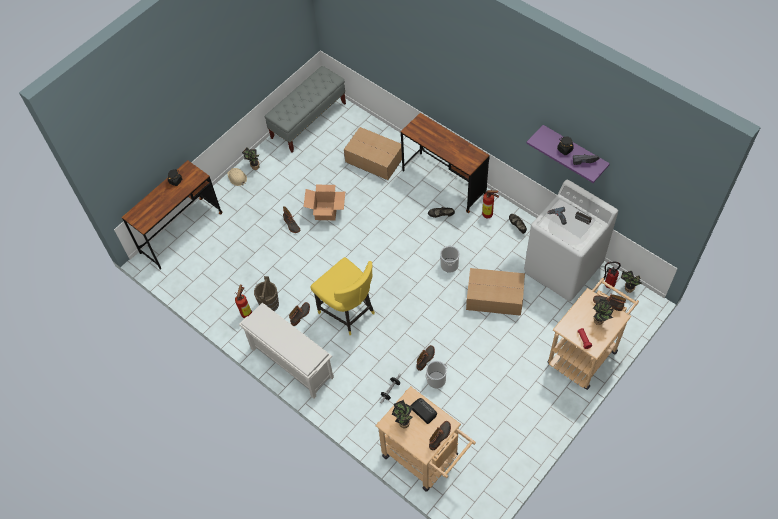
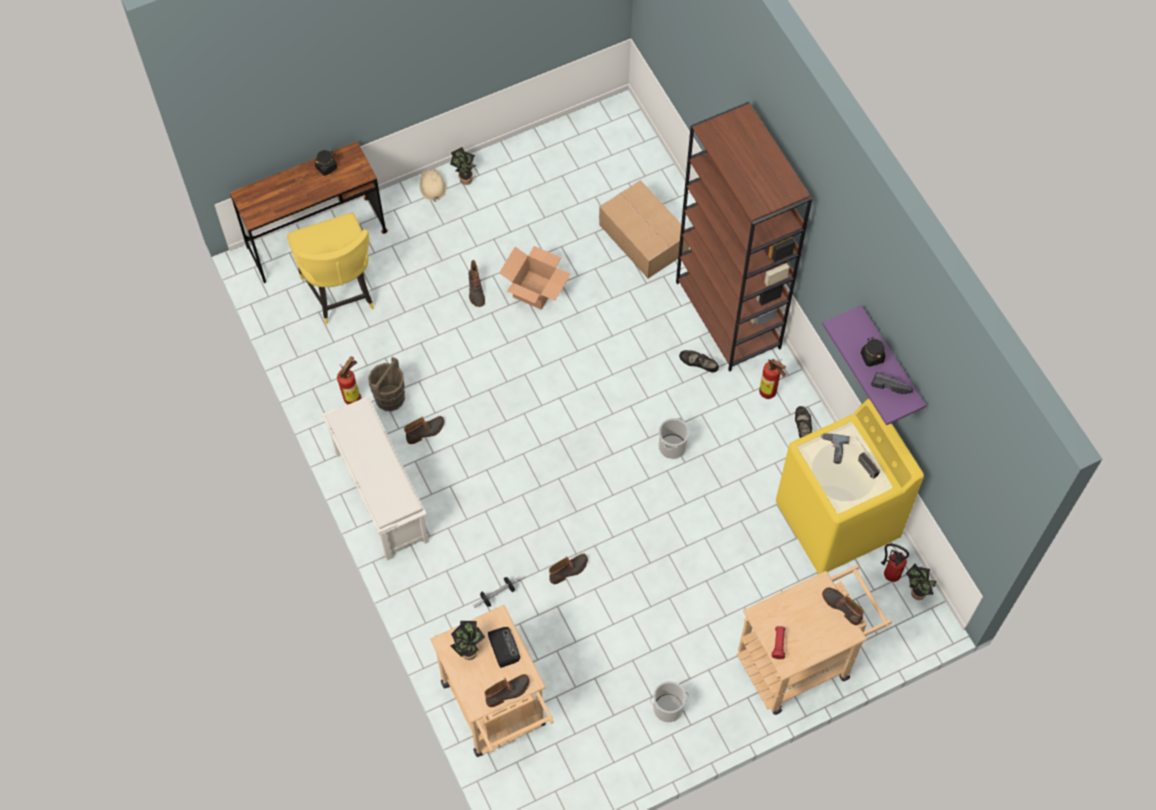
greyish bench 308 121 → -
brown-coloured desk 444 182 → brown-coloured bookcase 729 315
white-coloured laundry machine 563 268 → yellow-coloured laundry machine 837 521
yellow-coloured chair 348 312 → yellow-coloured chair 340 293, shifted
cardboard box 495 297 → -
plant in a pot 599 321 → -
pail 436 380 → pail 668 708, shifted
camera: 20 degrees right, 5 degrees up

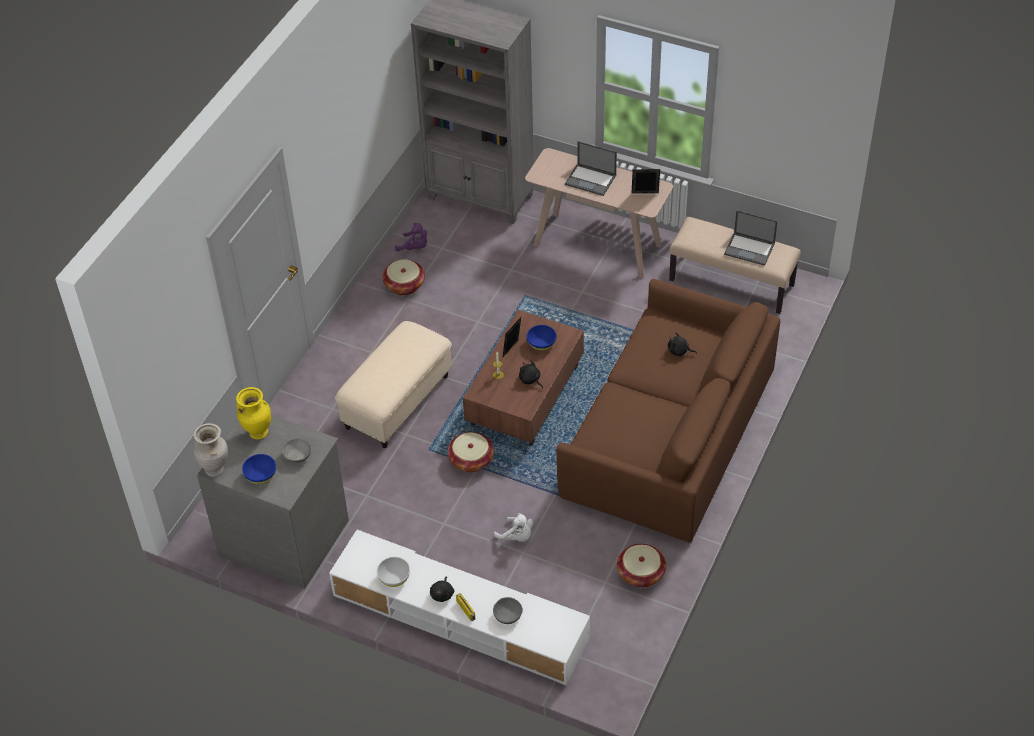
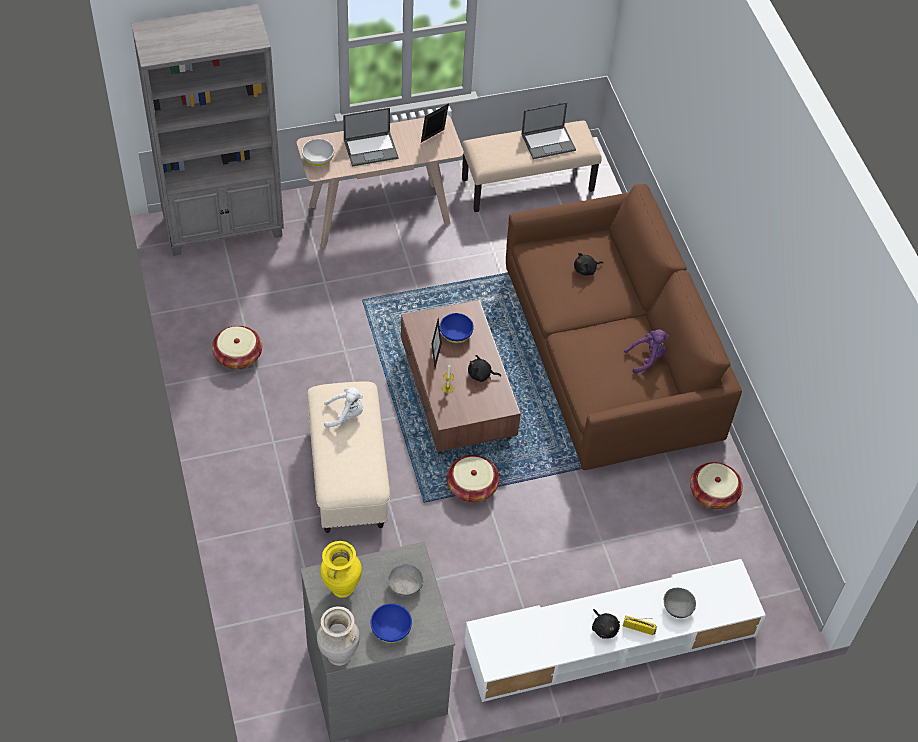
purplish soft toy 415 247 → purplish soft toy 647 358, shifted
white-coloured soft toy 517 536 → white-coloured soft toy 345 415, shifted
white-coloured bowl 394 578 → white-coloured bowl 318 159, shifted
camera: 45 degrees left, 5 degrees up

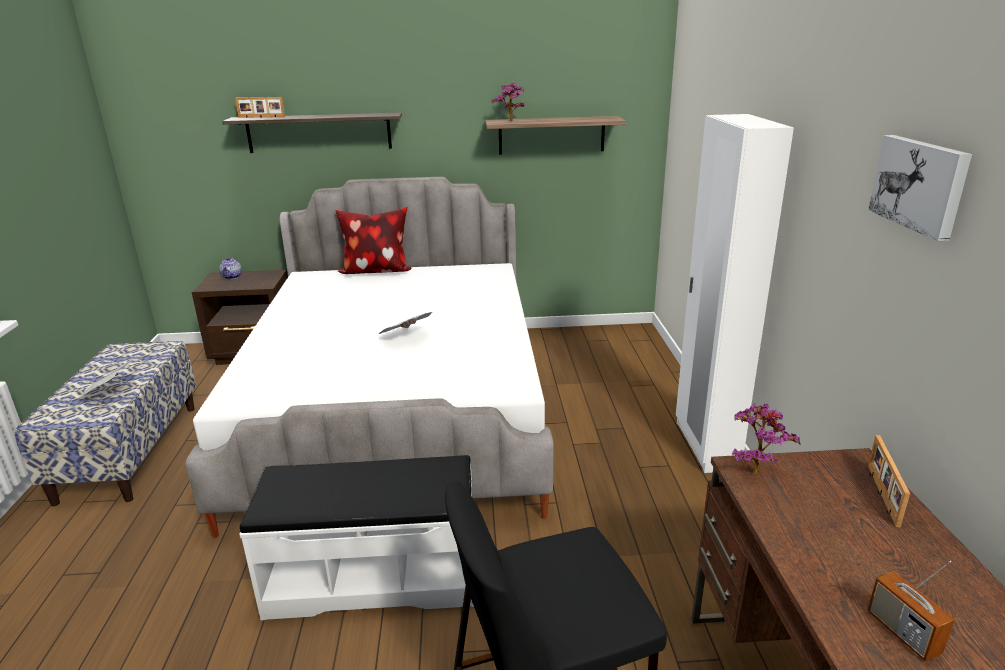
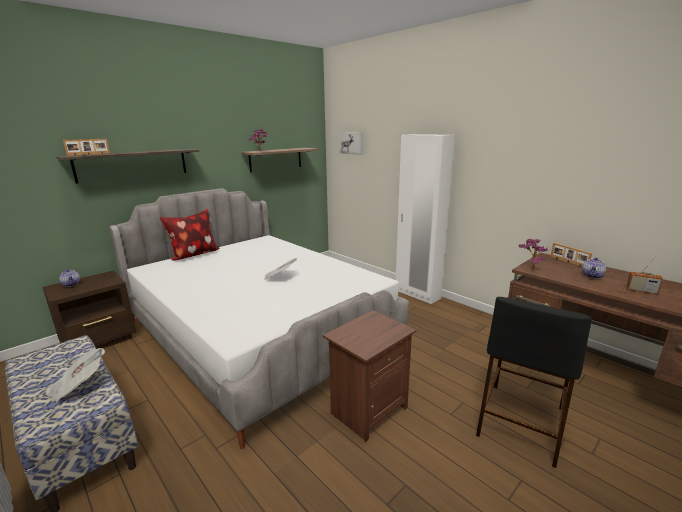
wall art 920 184 → wall art 352 143, shifted
white-coloured bench 374 577 → brown-coloured bedside table 368 410
- → tea pot 592 276
camera: 40 degrees left, 5 degrees down

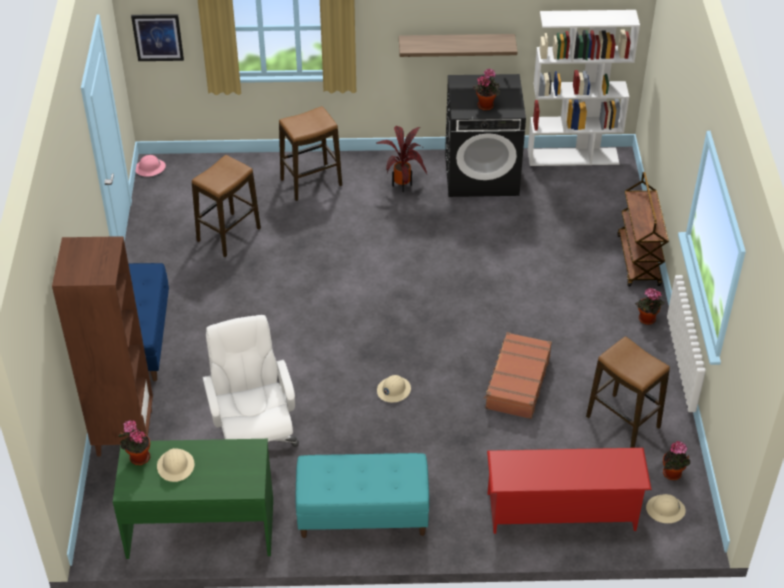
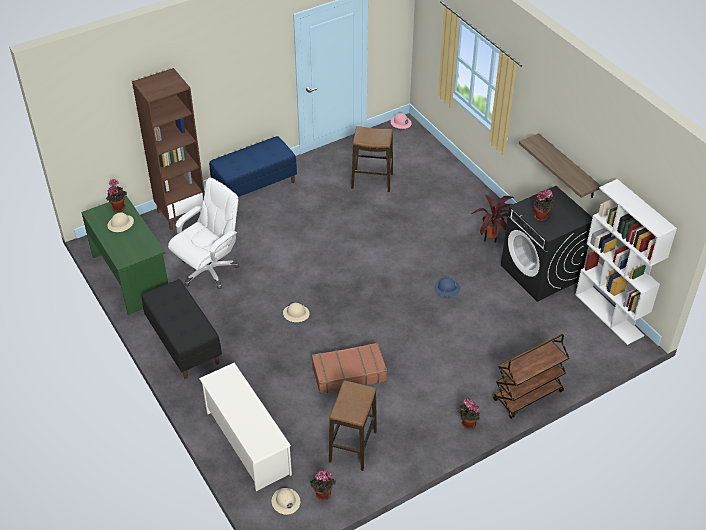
wall art 158 37 → -
sitting stool 311 182 → -
red shoe rack 561 512 → white-coloured shoe rack 247 442
blue-green bench 362 515 → black-coloured bench 183 342
- → blue-coloured hard hat 447 289
camera: 60 degrees right, 0 degrees up

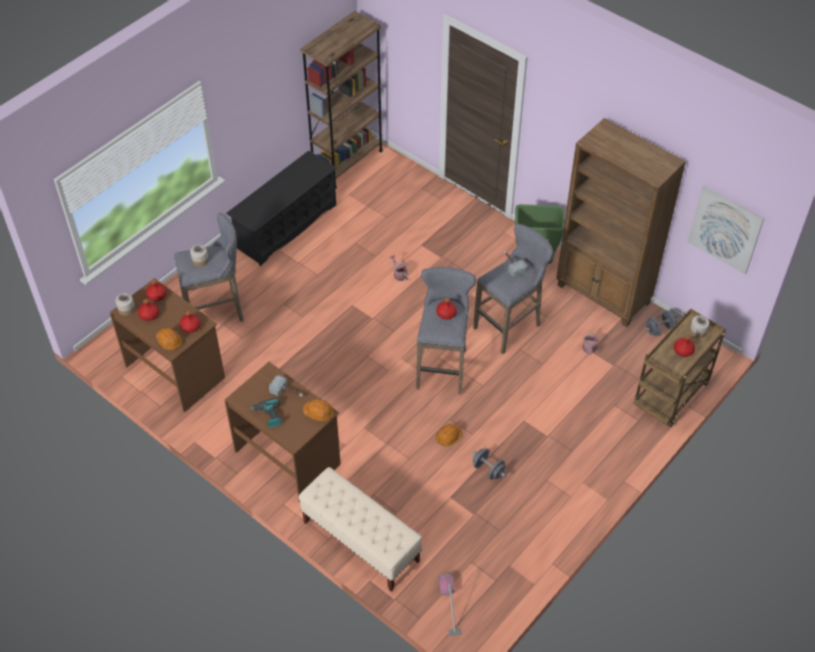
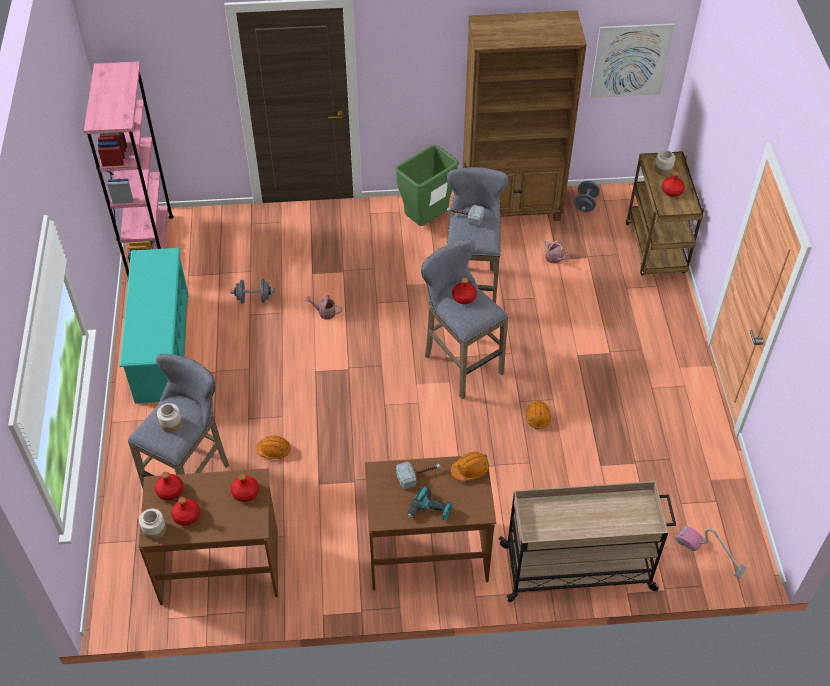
brown-coloured bookcase 347 162 → pink bookcase 151 248
black-coloured shoe rack 286 226 → blue-green shoe rack 162 347
orange hard hat 169 341 → orange hard hat 274 450, shifted
greyish hand weight 488 470 → greyish hand weight 253 299, shifted
sand-coloured bench 360 542 → sand-coloured cart 579 568
camera: 45 degrees left, 0 degrees up

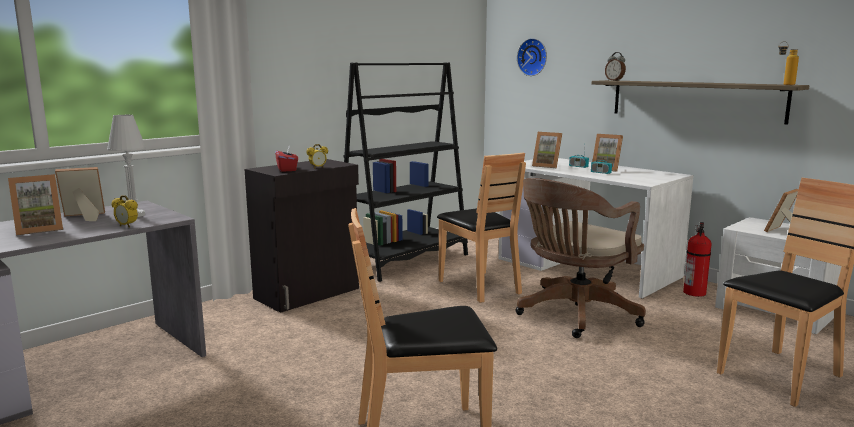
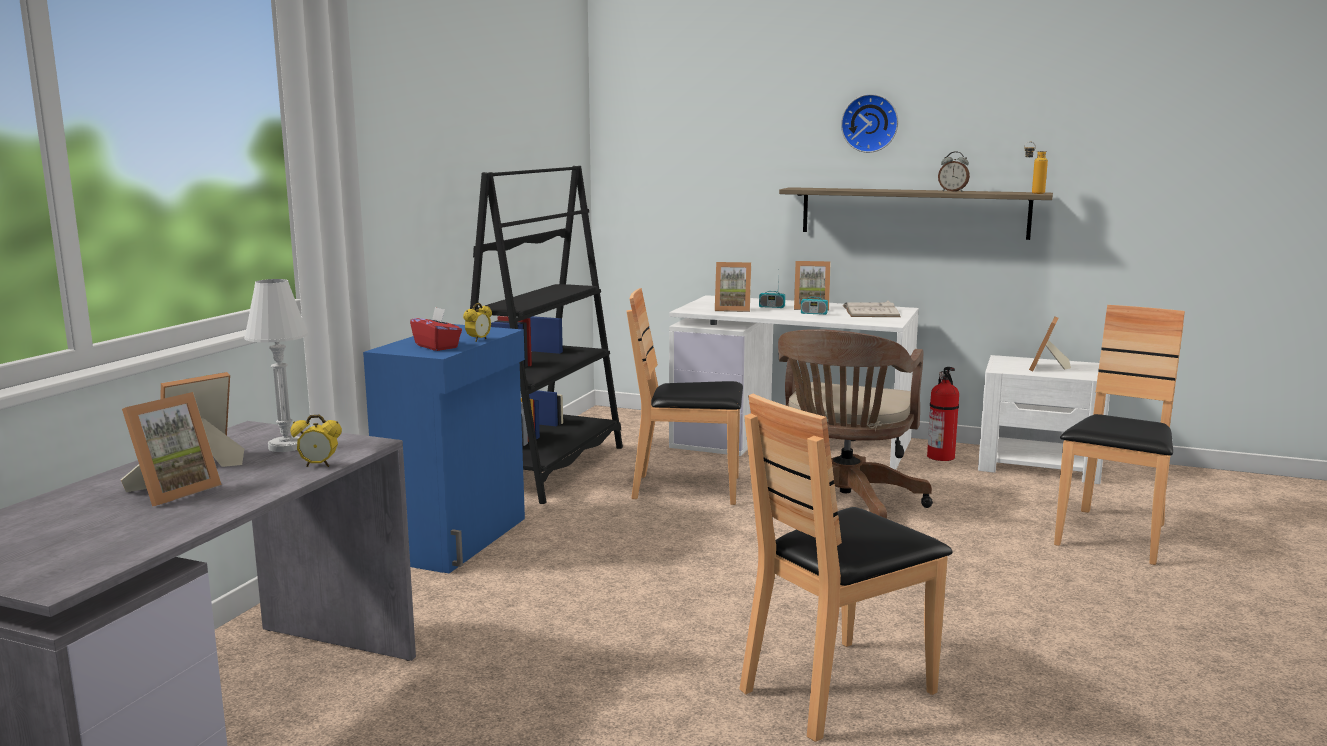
wall clock 533 57 → wall clock 870 123, shifted
alarm clock 614 80 → alarm clock 953 191, shifted
brown-coloured chair 479 286 → brown-coloured chair 688 489, 150 degrees clockwise
black-coloured cabinet 308 293 → blue-coloured cabinet 458 539
- → white-coloured volume 870 311
camera: 25 degrees left, 0 degrees up

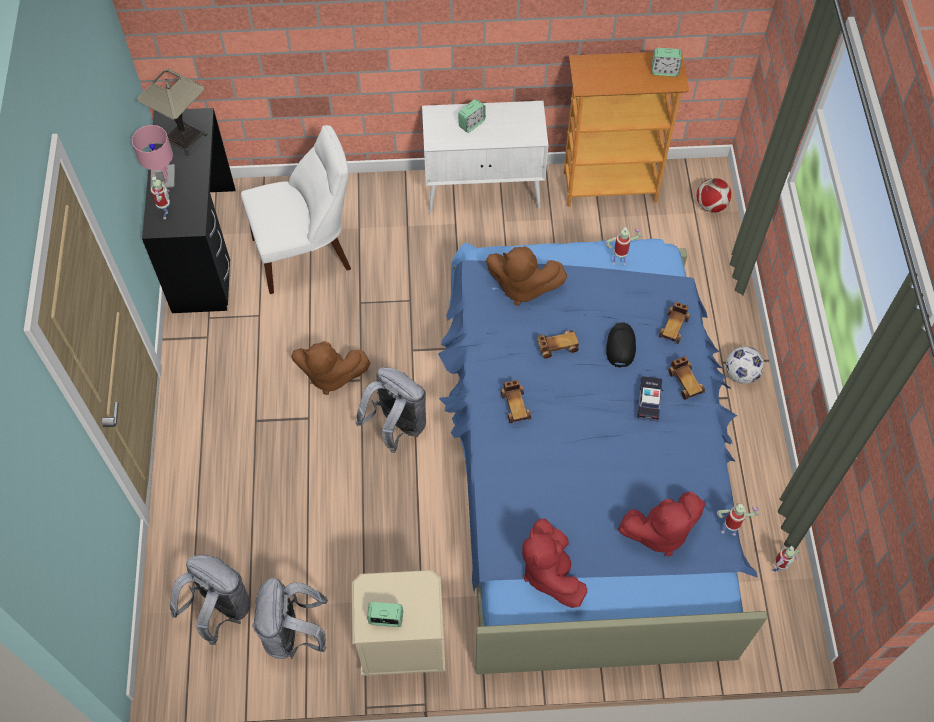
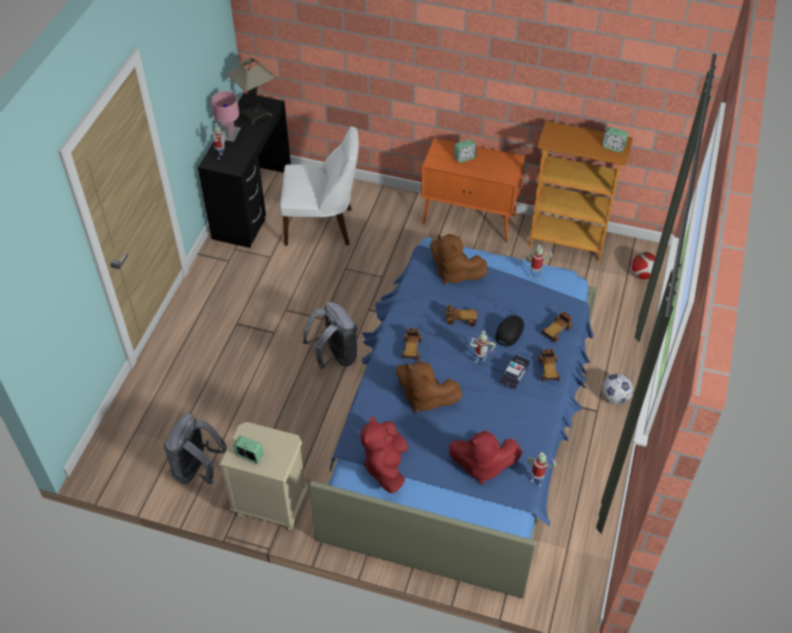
white-coloured cabinet 484 191 → orange cabinet 470 220
brown-coloured soft toy 330 375 → brown-coloured soft toy 424 398, shifted
robot figure 777 569 → robot figure 480 362, shifted
greyish rucksack 219 610 → -
camera: 20 degrees right, 10 degrees down

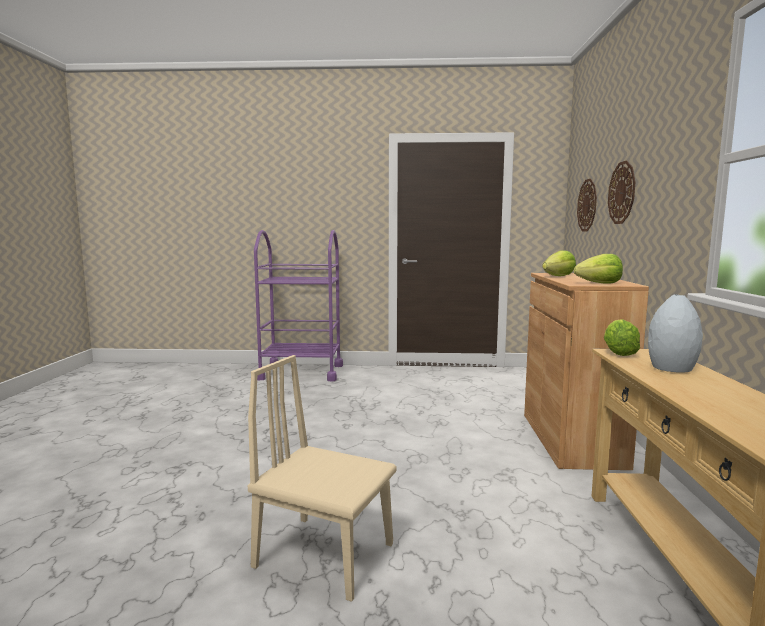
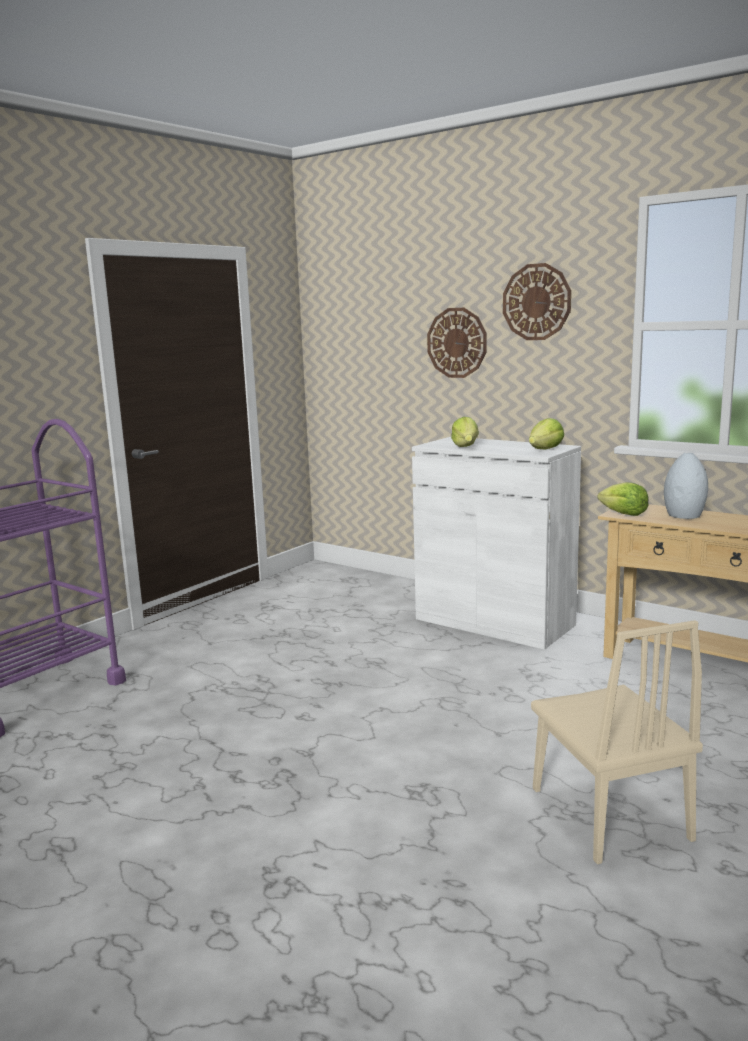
wall clock 587 205 → wall clock 536 302, shifted
brown-coloured cabinet 571 439 → white-coloured cabinet 494 622
sand-coloured chair 324 555 → sand-coloured chair 609 813, 75 degrees counterclockwise
camera: 55 degrees left, 5 degrees up

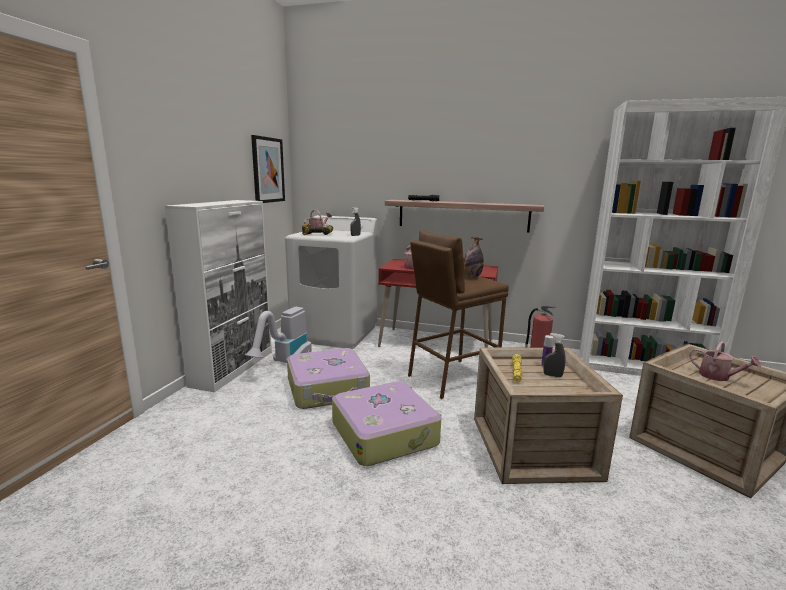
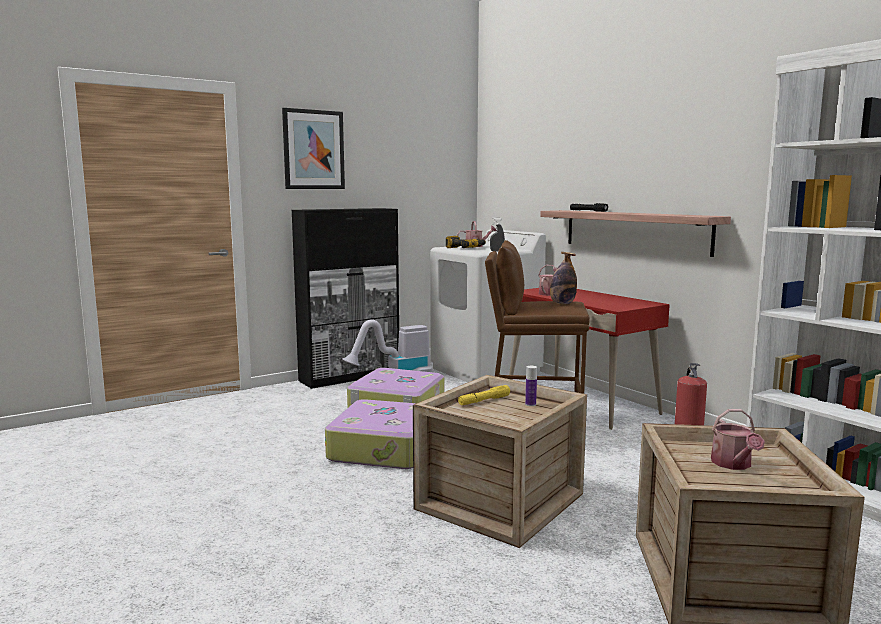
wall art 268 170 → wall art 313 149, shifted
white-coloured cabinet 233 368 → black-coloured cabinet 350 376
greyish hand sprayer 552 375 → -
camera: 40 degrees right, 5 degrees down

